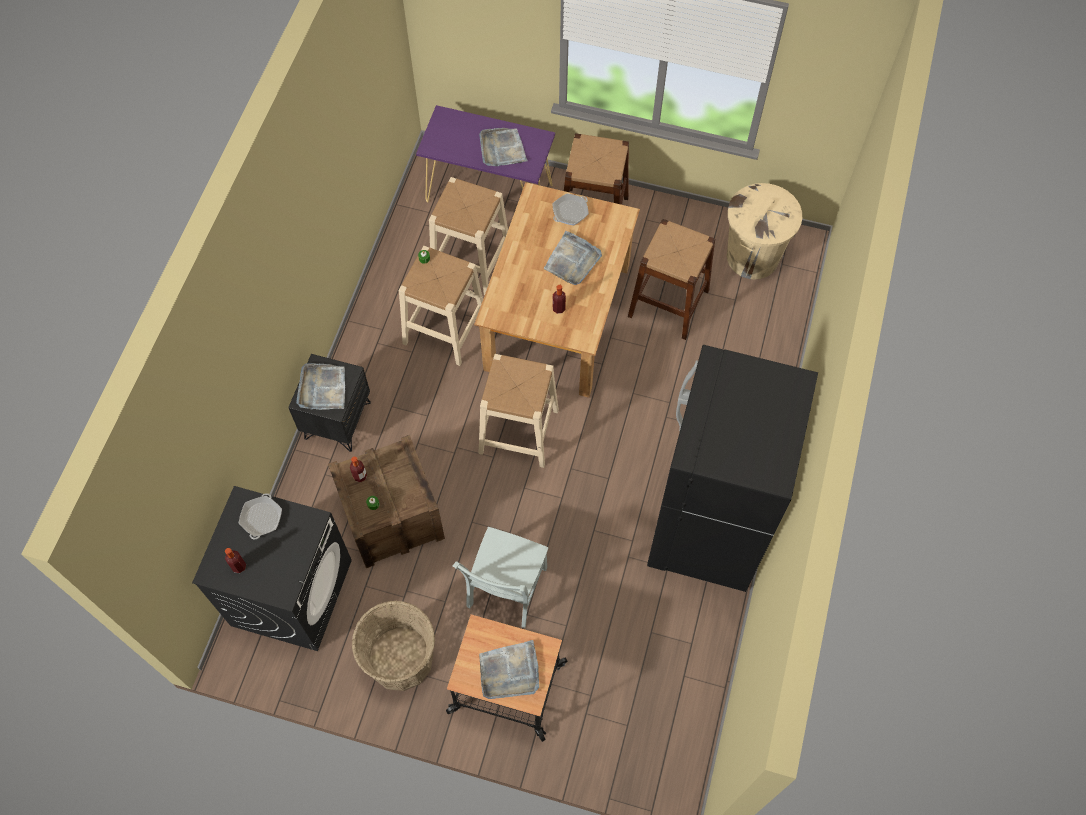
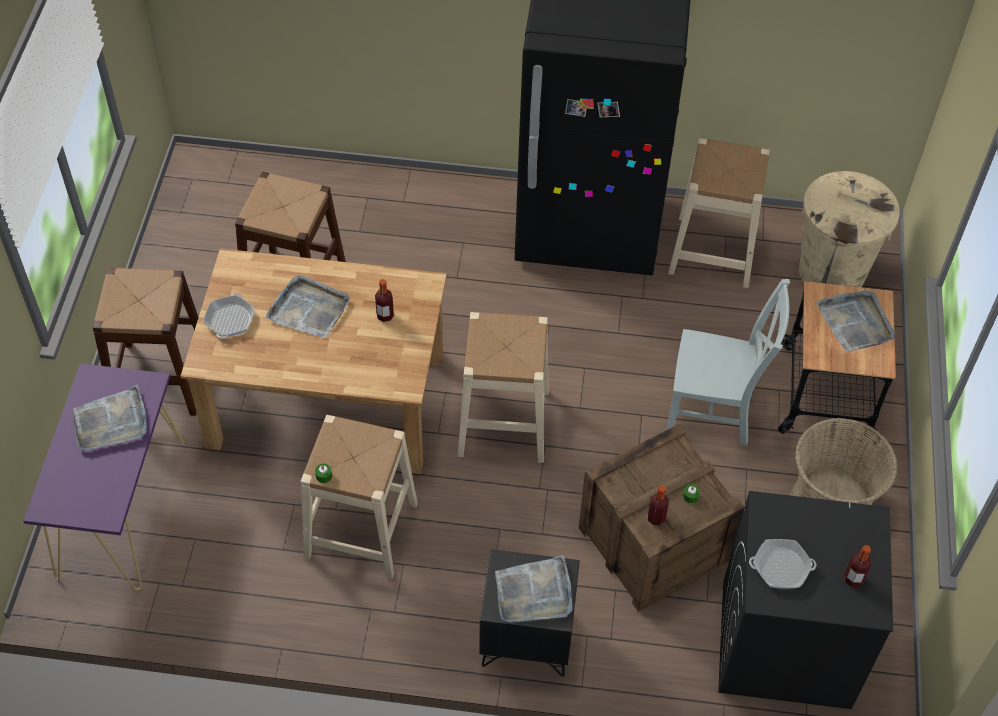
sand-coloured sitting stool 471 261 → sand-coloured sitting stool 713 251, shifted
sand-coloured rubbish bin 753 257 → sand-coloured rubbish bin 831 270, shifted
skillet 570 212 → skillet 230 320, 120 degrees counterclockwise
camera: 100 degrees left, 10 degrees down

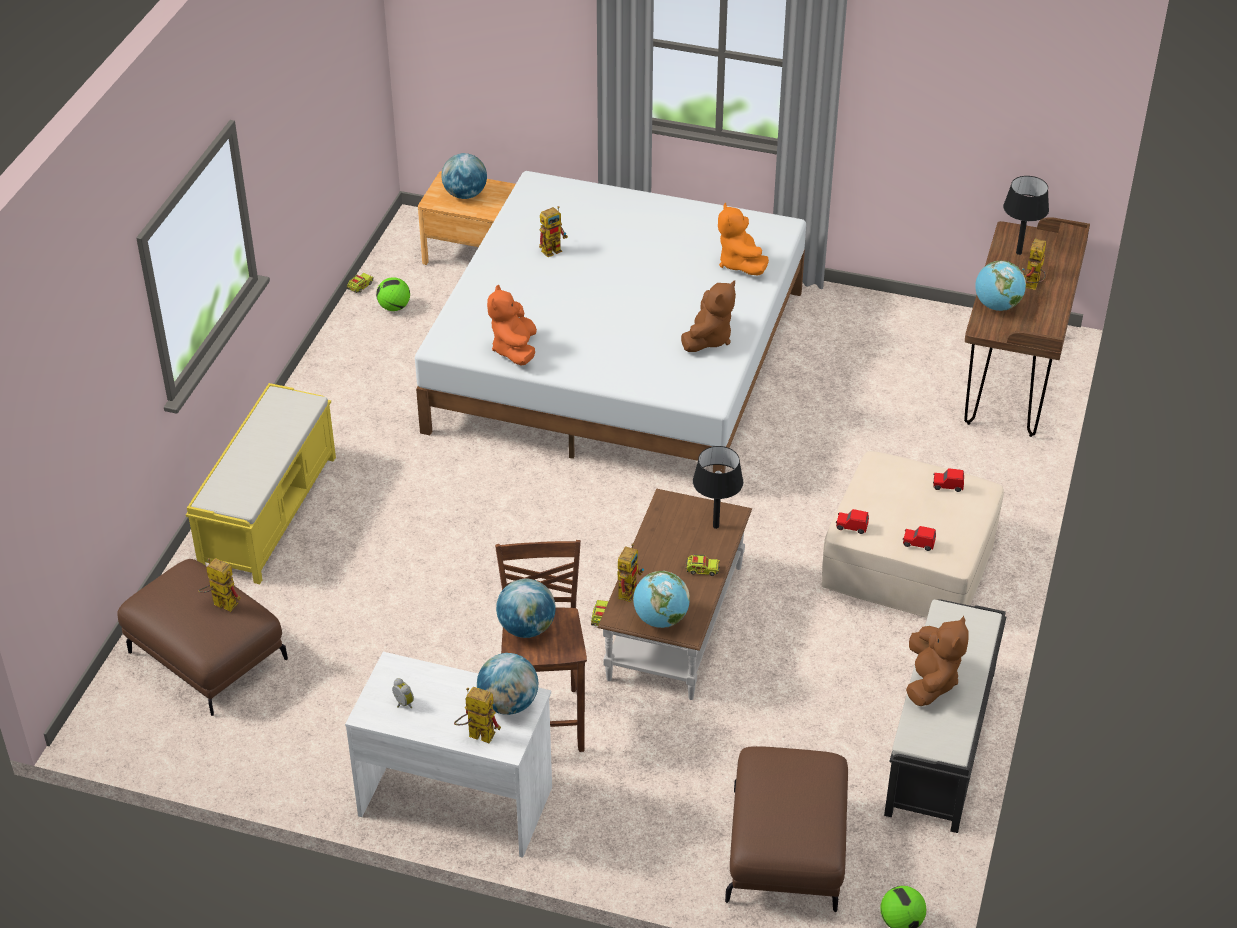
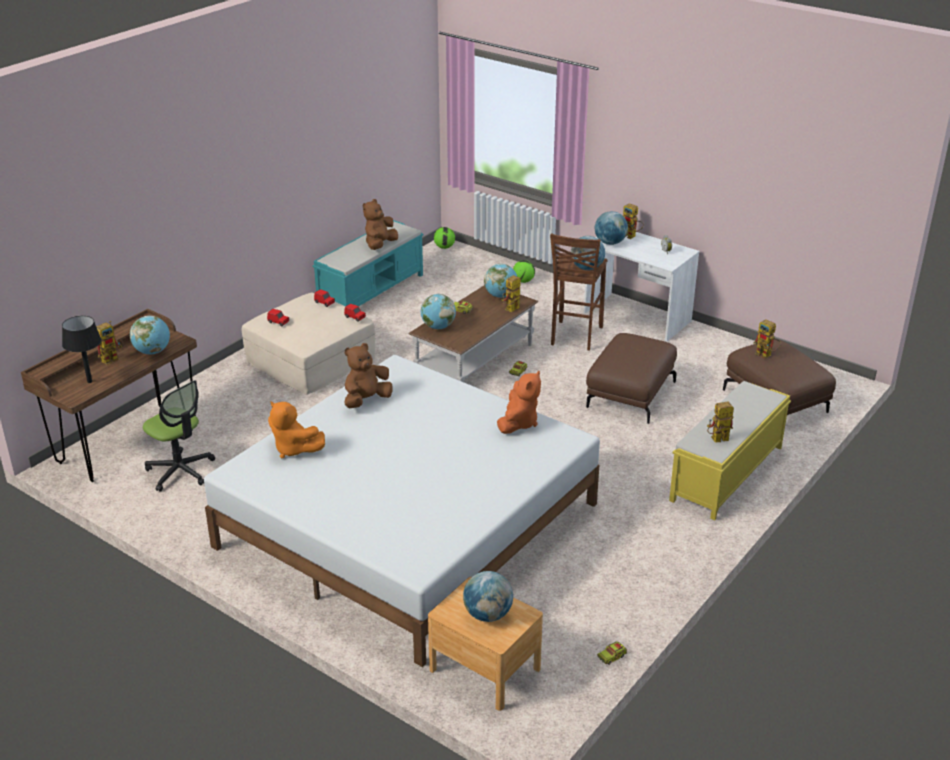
orange soft toy 740 264 → orange soft toy 294 449, 120 degrees clockwise
robot figure 554 248 → robot figure 717 440, shifted
ball for football 394 307 → ball for football 523 281, shifted
black-coloured table lamp 716 526 → desk globe 438 327
black-coloured bench 940 744 → blue-green bench 372 291
brown-coloured footrest 787 851 → brown-coloured footrest 630 394, shifted
- → computer chair 180 471
camera: 160 degrees left, 10 degrees down

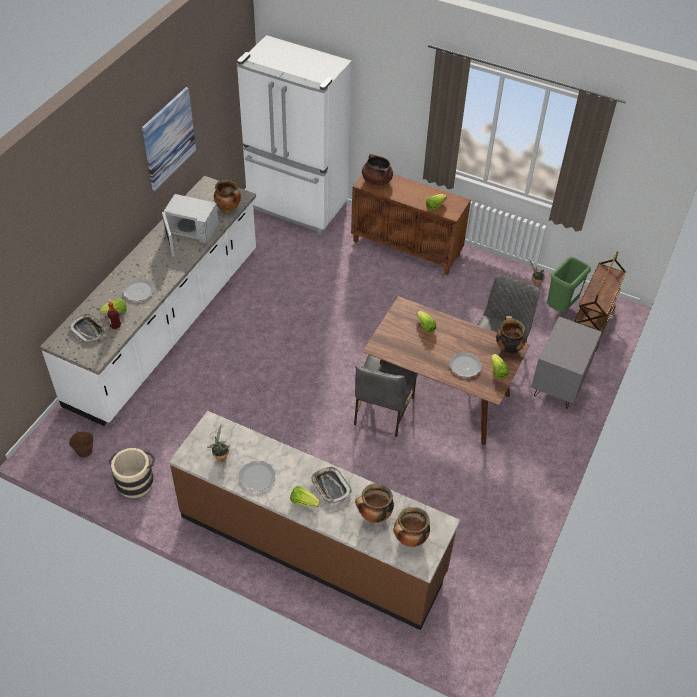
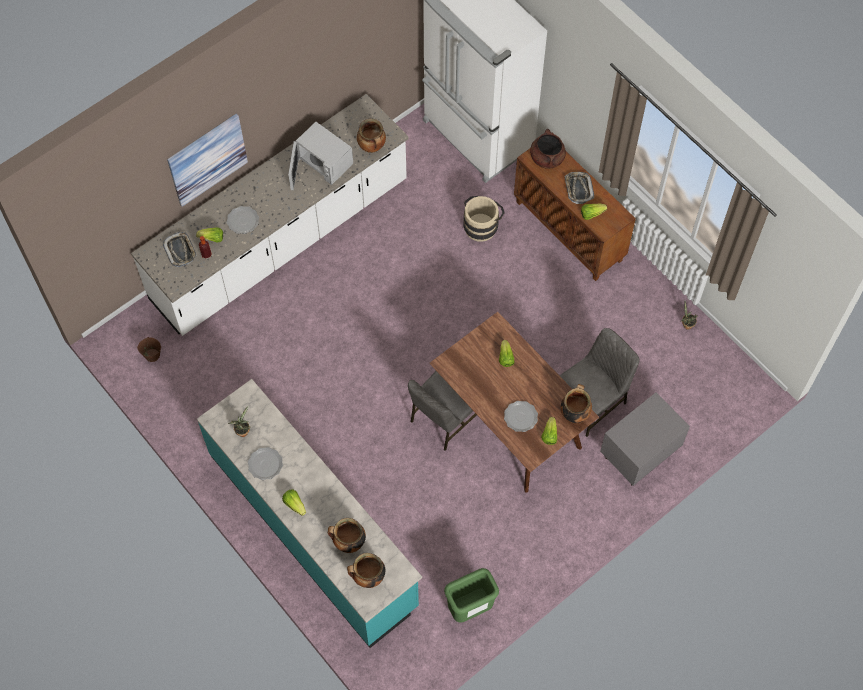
wall art 168 138 → wall art 207 159, shifted
brown-coloured cart 591 326 → -
green rubbish bin 561 308 → green rubbish bin 470 609, shifted
brown-coloured kitchen base unit 312 544 → blue-green kitchen base unit 313 529
sand-coloured pail 136 480 → sand-coloured pail 482 225, shifted
serving tray 330 487 → serving tray 578 189, shifted
camera: 25 degrees right, 15 degrees up

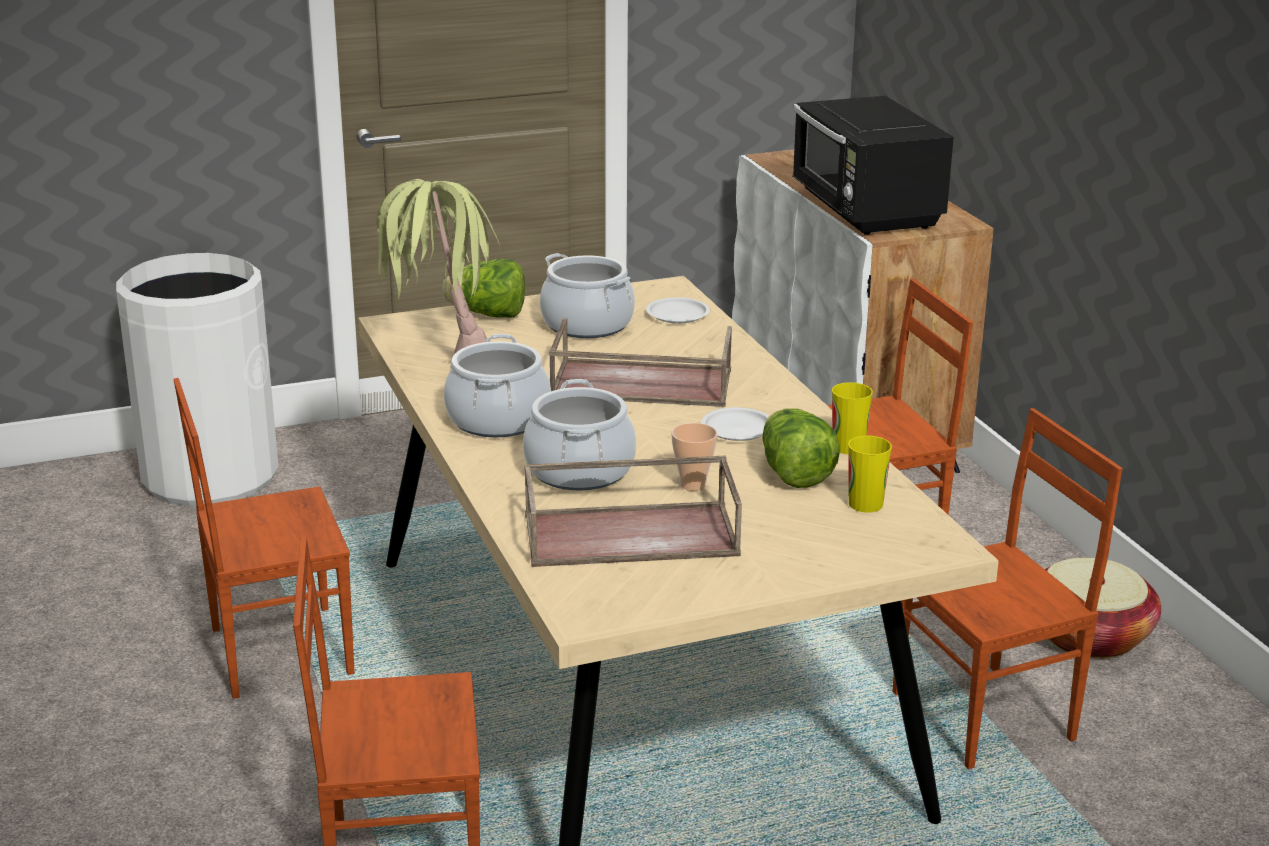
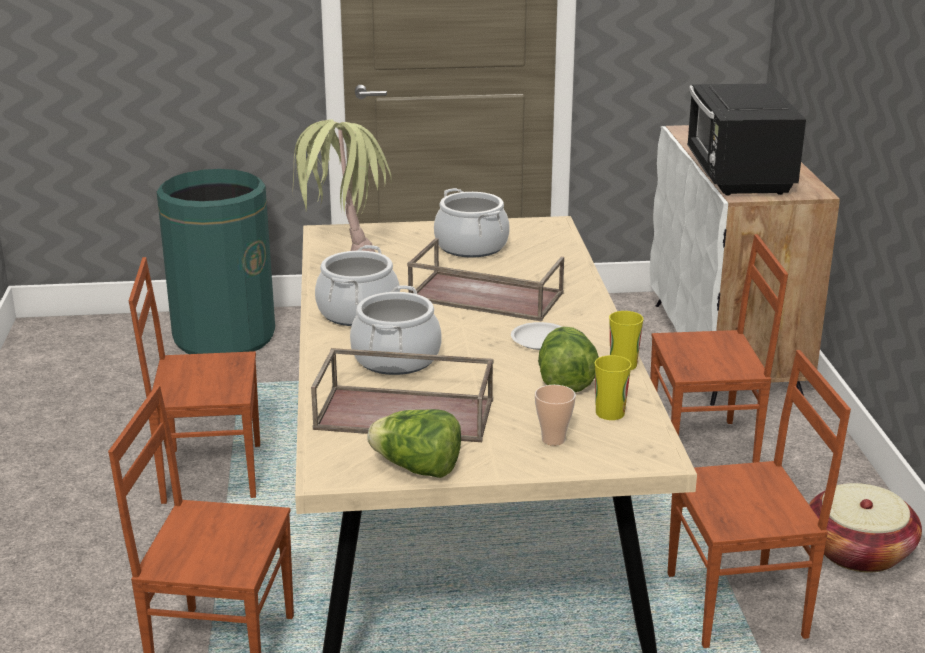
white-coloured rubbish bin 210 476 → green rubbish bin 224 337
head of lettuce 488 315 → head of lettuce 417 469, shifted
white-coloured dinner plate 677 314 → -
small cup 693 485 → small cup 553 439, shifted
camera: 15 degrees right, 0 degrees up

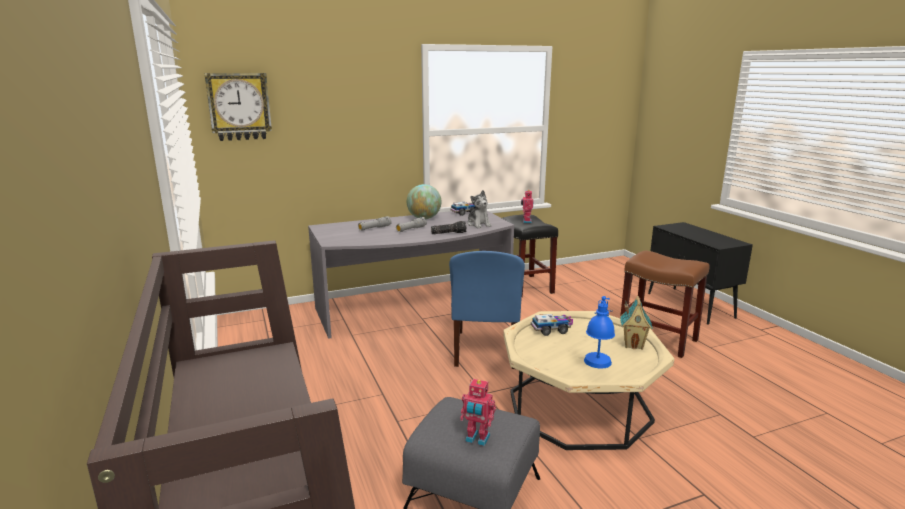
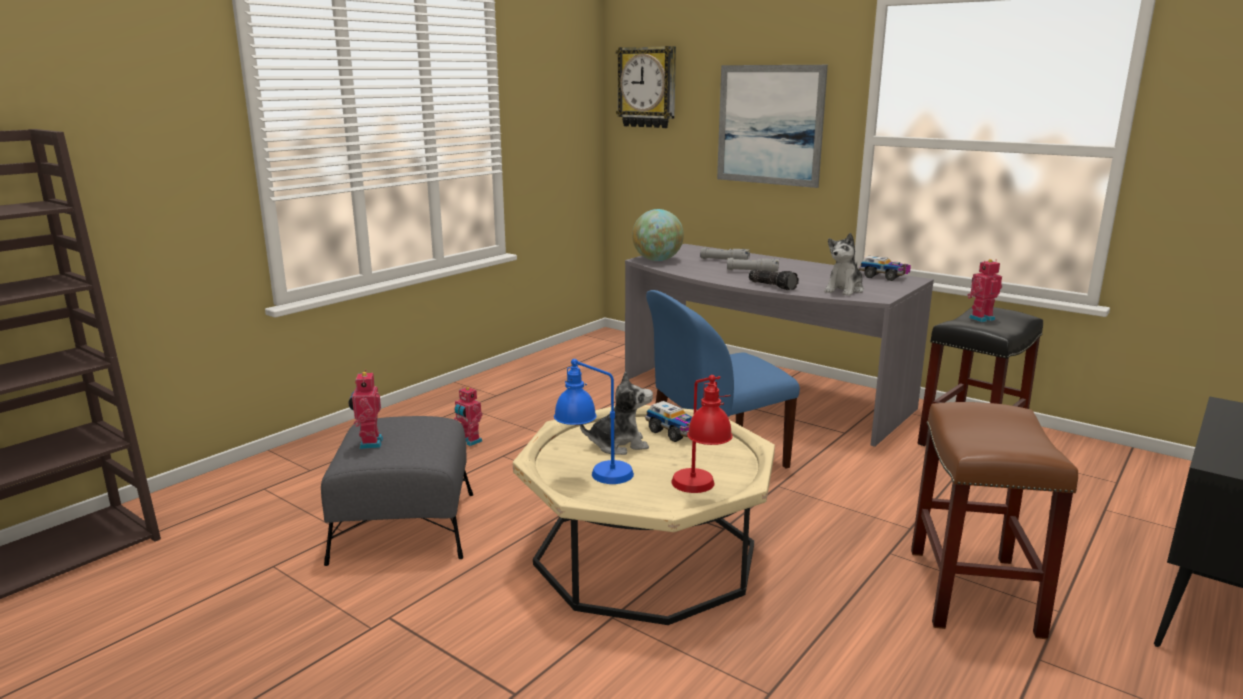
desk globe 424 218 → desk globe 657 260, shifted
model house 633 344 → red table lamp 701 491
- → wall art 769 125
- → soft toy 618 445
- → robot figure 469 441
camera: 60 degrees right, 0 degrees up

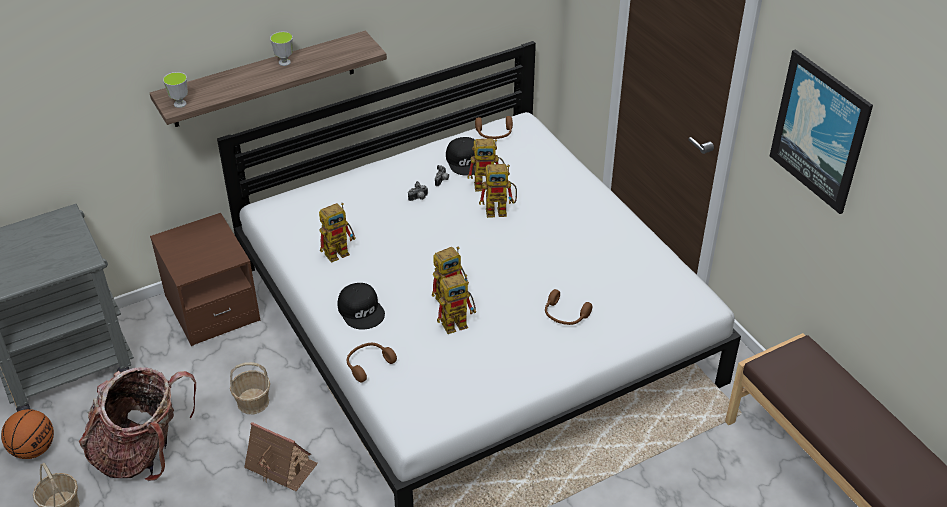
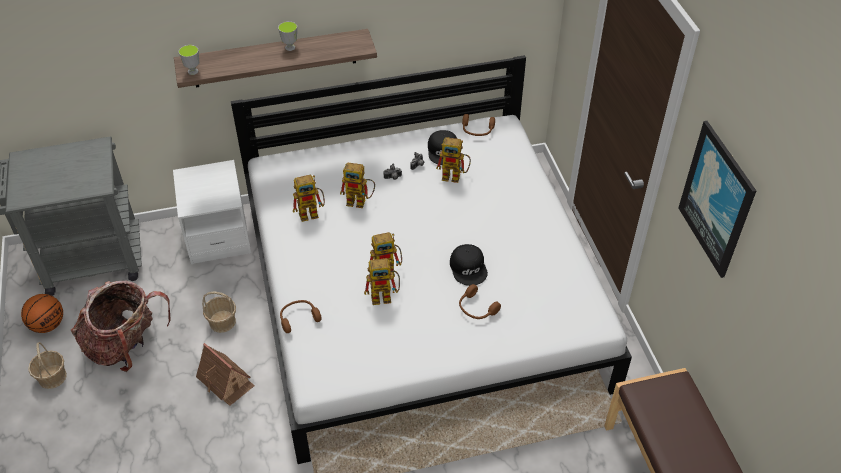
robot figure 501 210 → robot figure 360 201, shifted
brown-coloured bedside table 212 309 → white-coloured bedside table 218 235
black-coloured cap 361 310 → black-coloured cap 469 268, shifted
camera: 15 degrees right, 5 degrees up

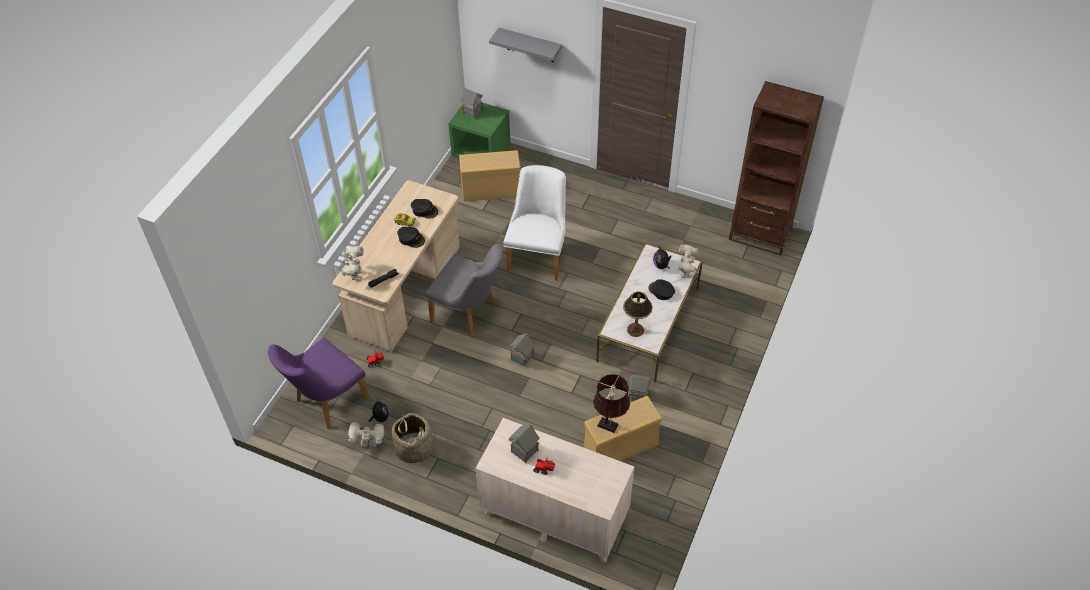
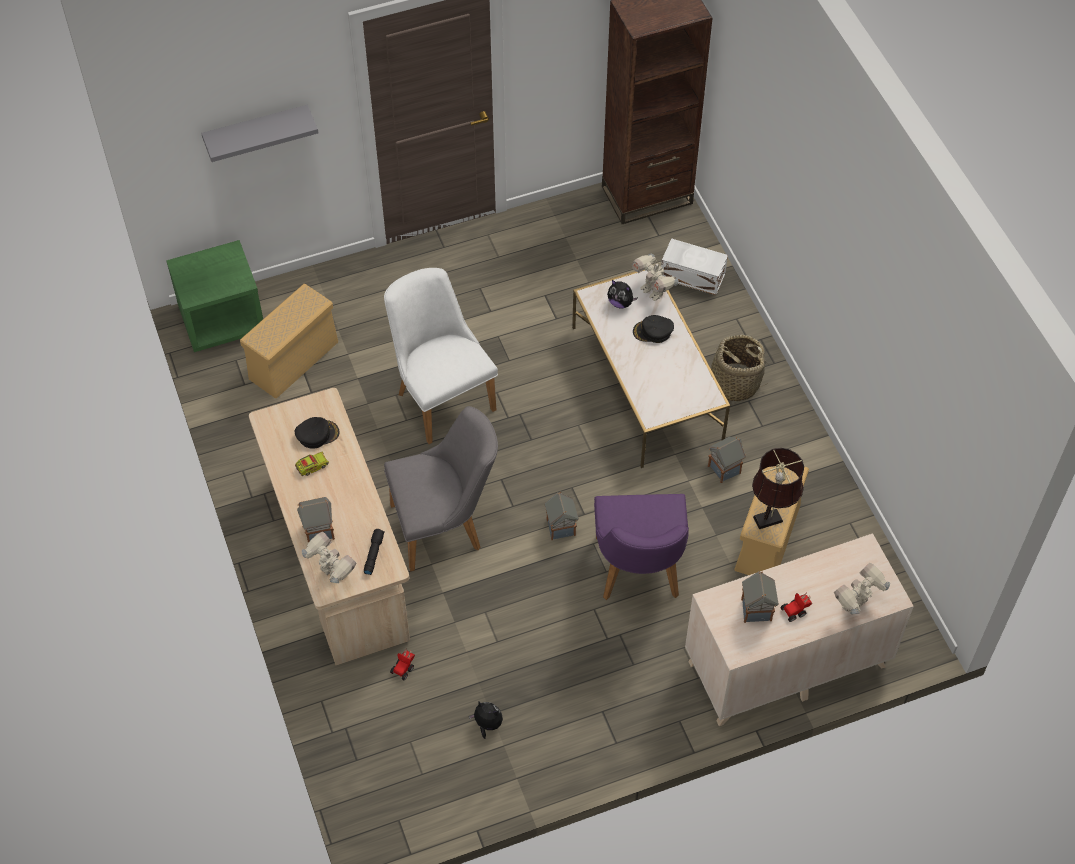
model house 472 112 → model house 318 531, shifted
black-coloured cap 411 239 → -
table lamp 635 330 → -
purplish chair 326 403 → purplish chair 639 574, shifted
basket 414 448 → basket 734 383, shifted
robot figure 369 444 → robot figure 856 605, shifted
- → white-coloured storage container 692 275
camera: 45 degrees left, 5 degrees up

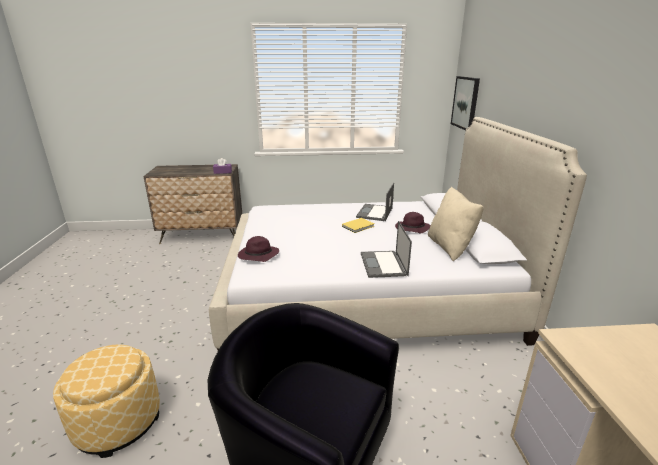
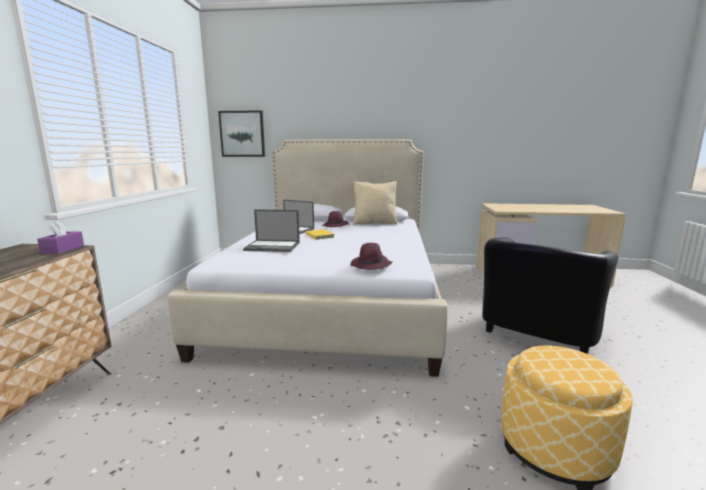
portable computer 383 264 → portable computer 273 246, shifted
camera: 80 degrees left, 10 degrees down

